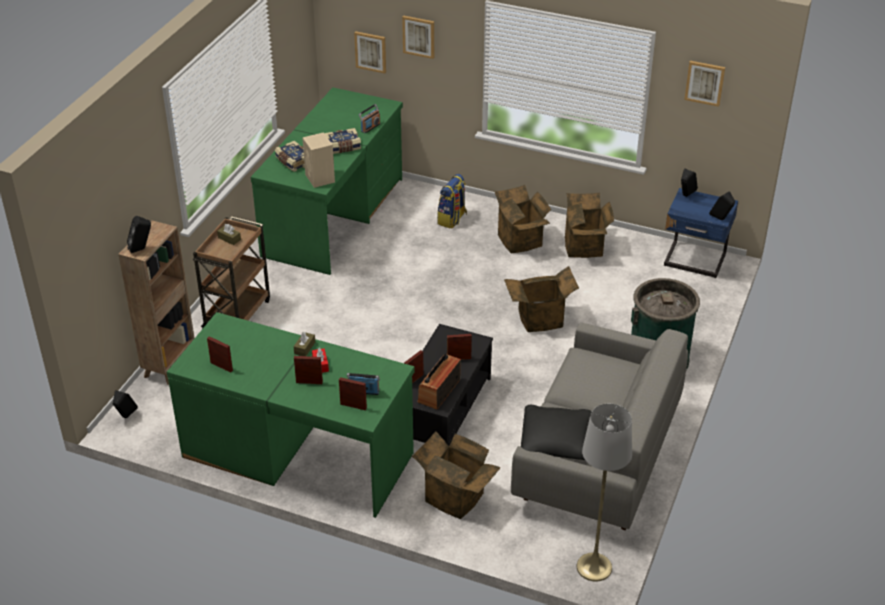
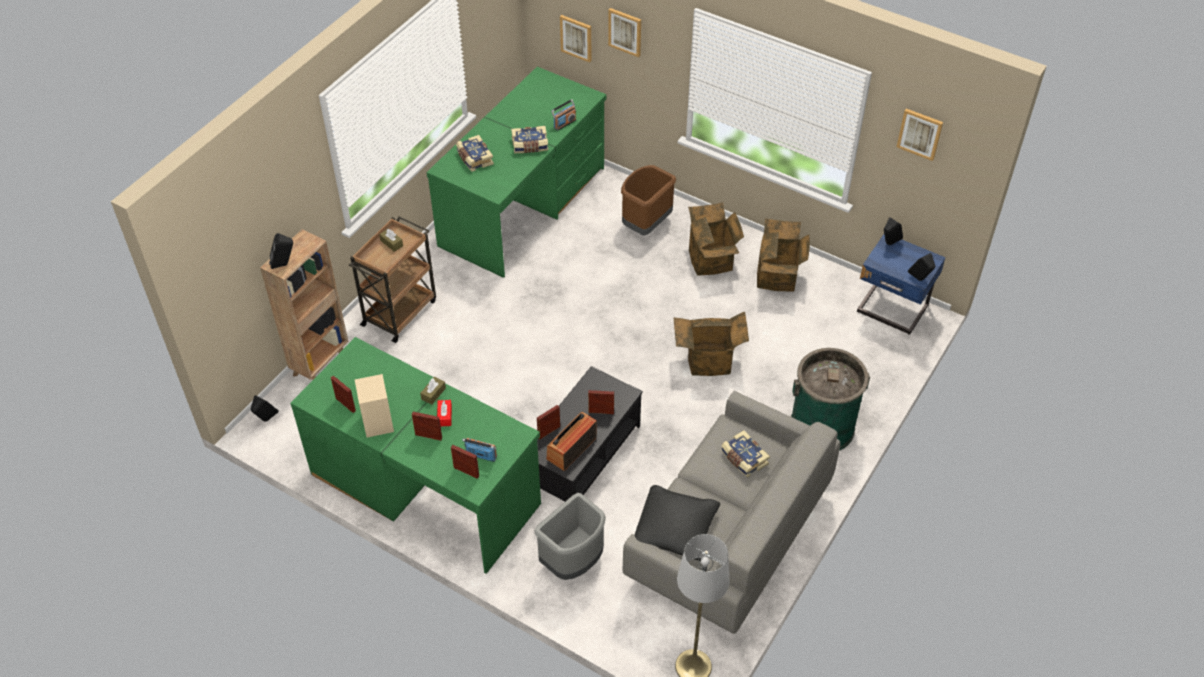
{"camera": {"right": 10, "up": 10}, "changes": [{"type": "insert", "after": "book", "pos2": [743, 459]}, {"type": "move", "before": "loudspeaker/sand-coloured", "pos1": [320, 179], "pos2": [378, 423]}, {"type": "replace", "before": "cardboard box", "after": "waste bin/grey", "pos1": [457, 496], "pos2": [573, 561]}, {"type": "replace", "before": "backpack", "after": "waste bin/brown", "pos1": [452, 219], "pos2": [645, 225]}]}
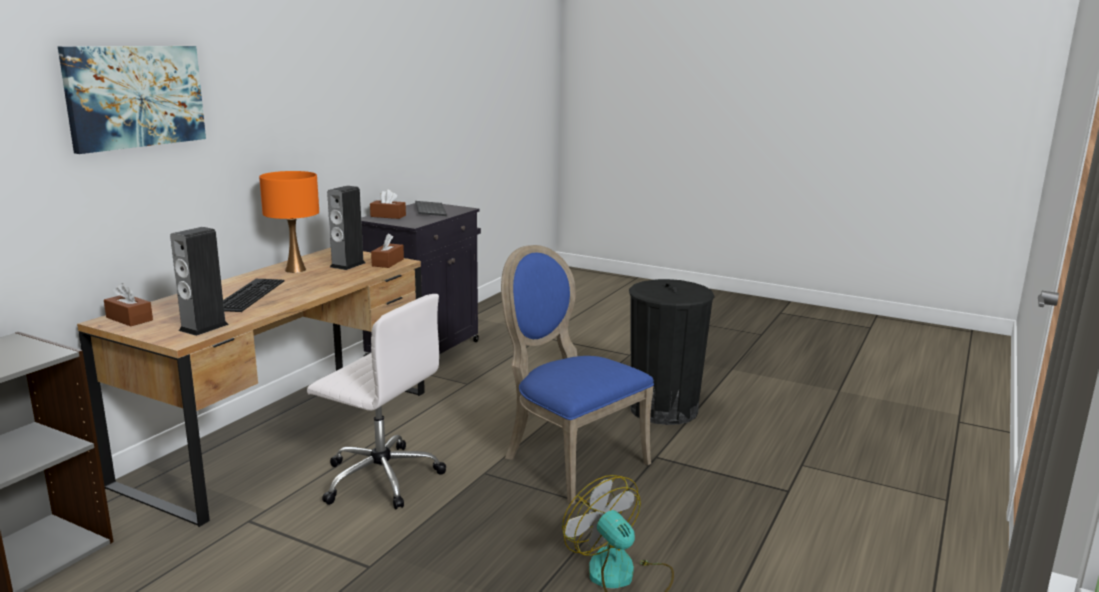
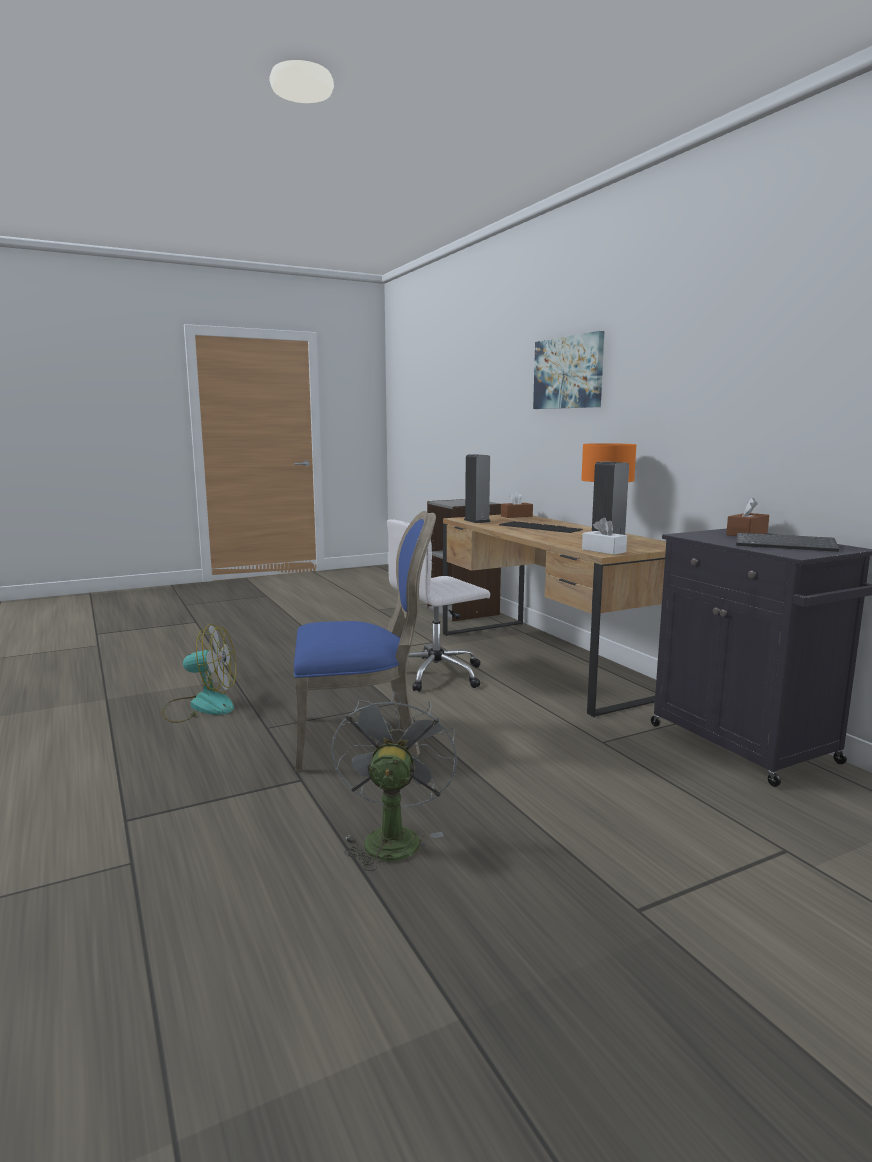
{"camera": {"right": 125, "up": -5}, "changes": [{"type": "replace", "before": "waste bin/blackish", "after": "fan/grey", "pos1": [664, 409], "pos2": [391, 837]}, {"type": "recolor", "before": "box of tissues/brown", "after": "box of tissues/white", "pos1": [388, 262], "pos2": [603, 551]}]}
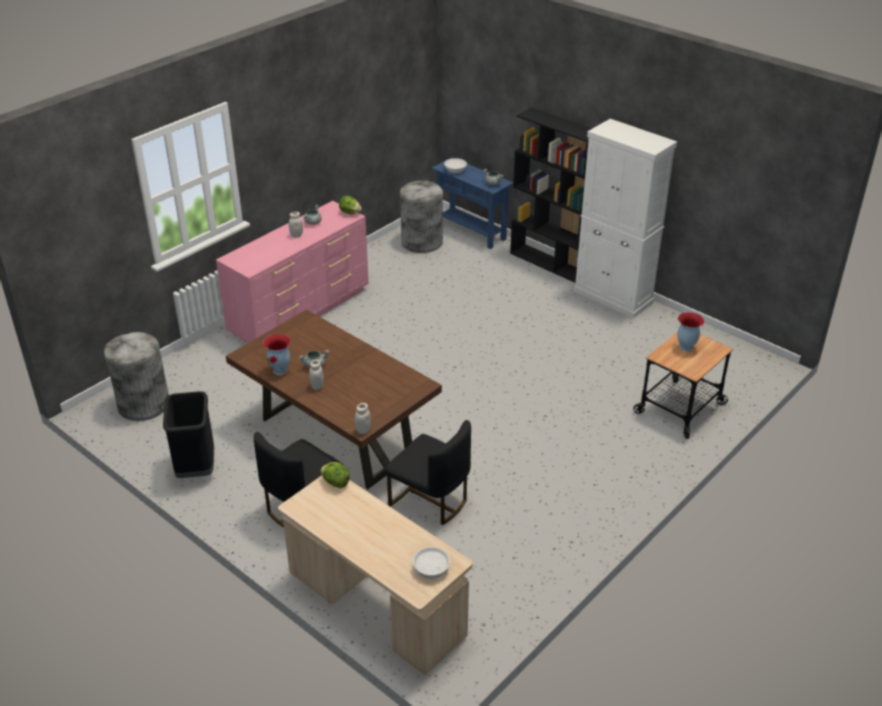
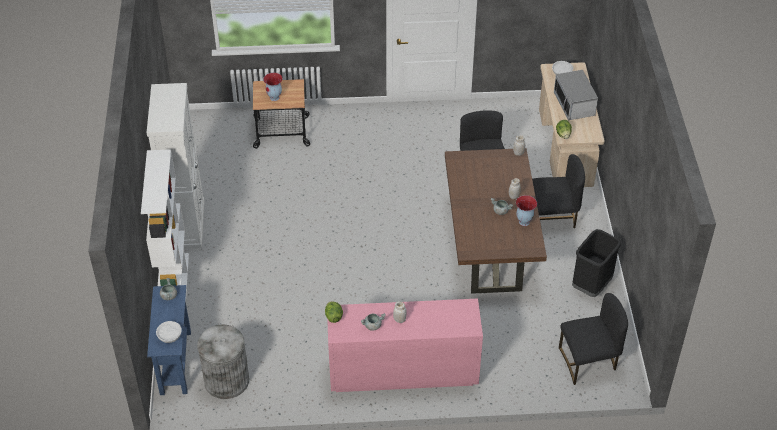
{"camera": {"right": -135, "up": 10}, "changes": [{"type": "insert", "after": "kitchen microwave", "pos2": [574, 105]}, {"type": "replace", "before": "waste bin/grey", "after": "upright chair/blackish", "pos1": [143, 404], "pos2": [588, 362]}, {"type": "recolor", "before": "bookcase/blackish", "after": "bookcase/white", "pos1": [549, 263], "pos2": [175, 284]}]}
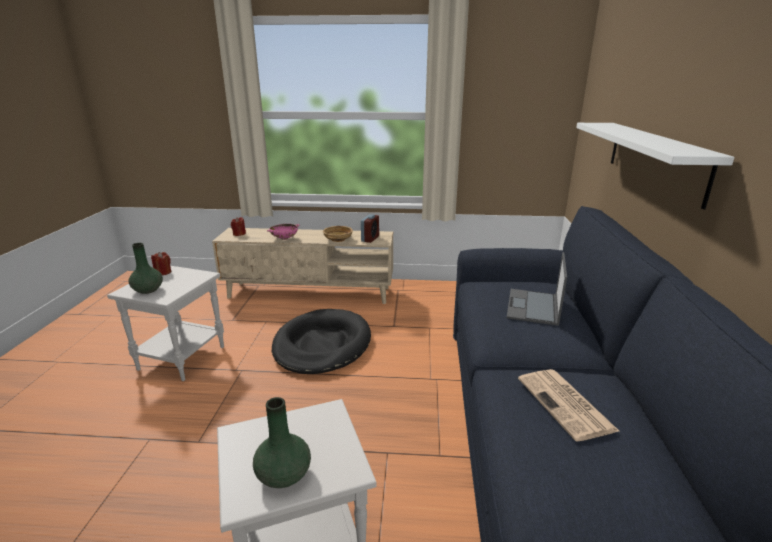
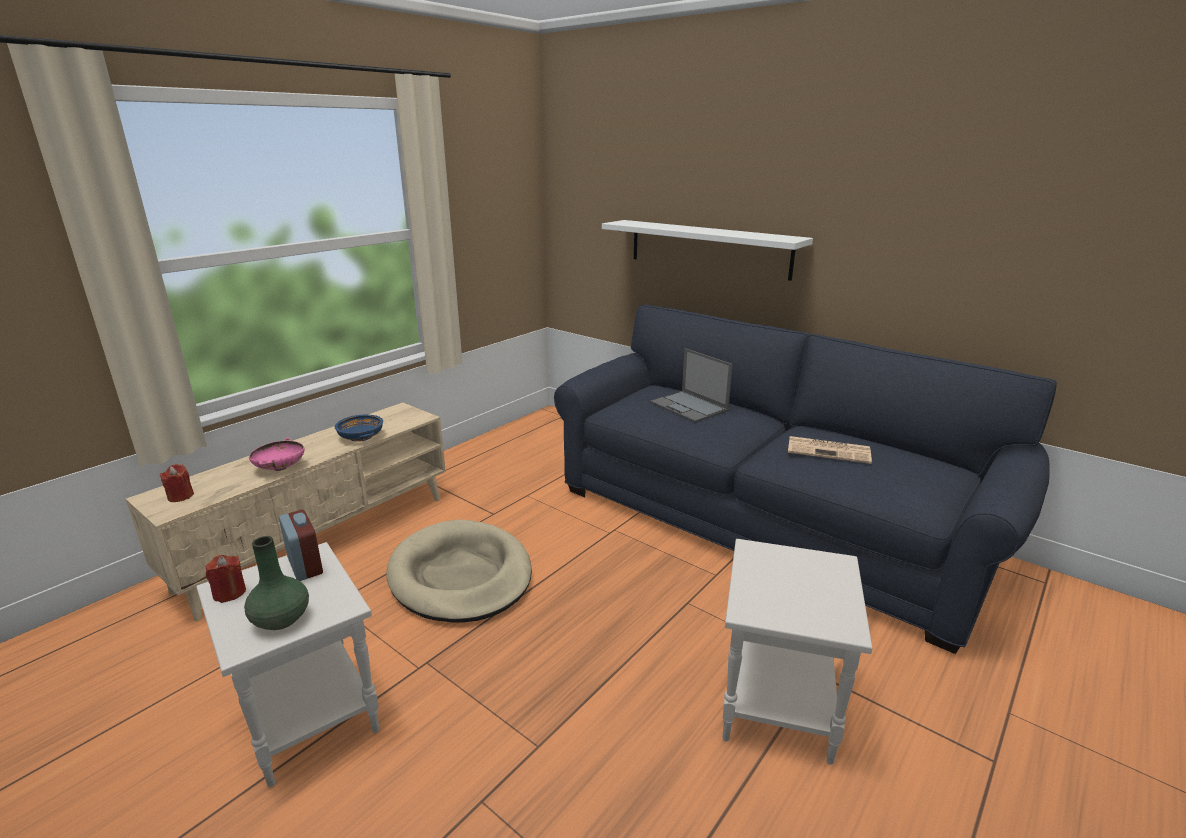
{"camera": {"right": -55, "up": 0}, "changes": [{"type": "delete", "before": "decorative vase/green-coloured", "pos1": [283, 475]}, {"type": "move", "before": "alarm clock", "pos1": [370, 239], "pos2": [305, 566]}, {"type": "recolor", "before": "pet bed/blackish", "after": "pet bed/sand-coloured", "pos1": [322, 345], "pos2": [461, 576]}, {"type": "recolor", "before": "bowl/sand-coloured", "after": "bowl/blue", "pos1": [338, 239], "pos2": [361, 437]}]}
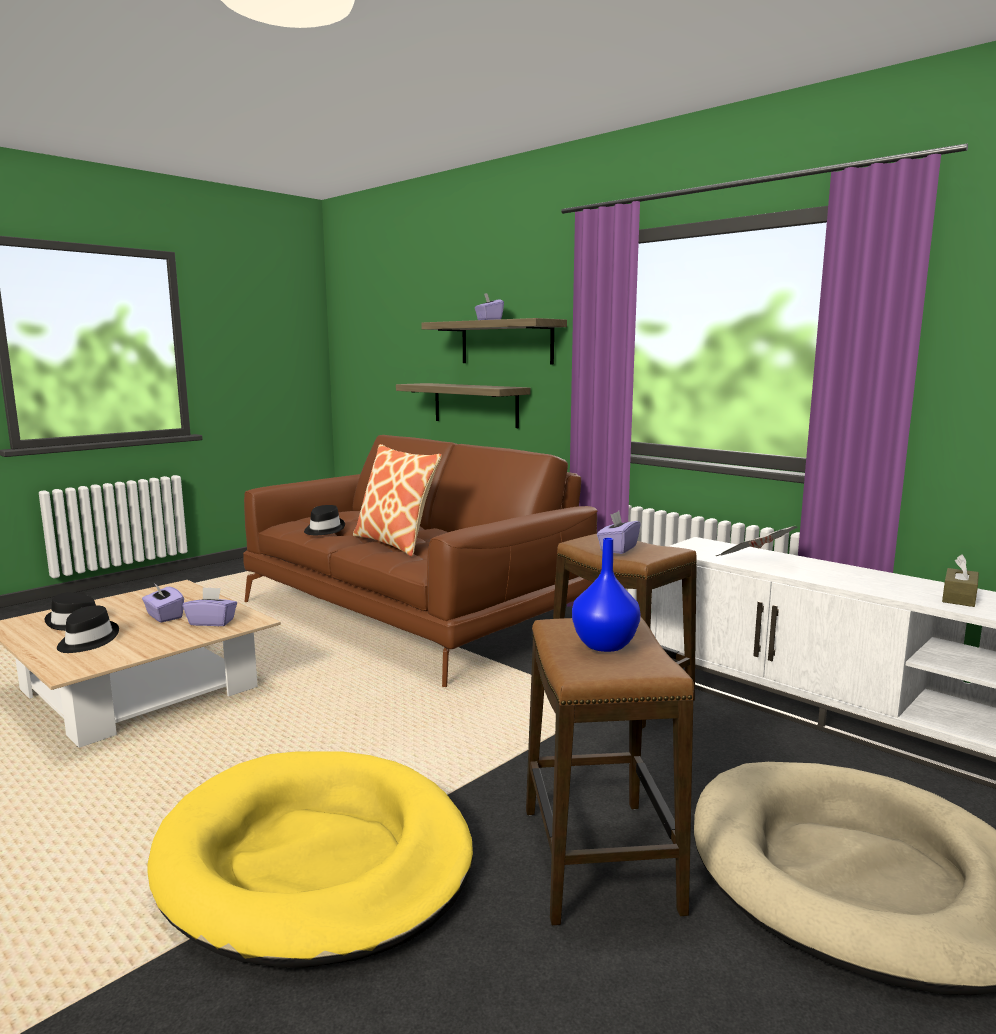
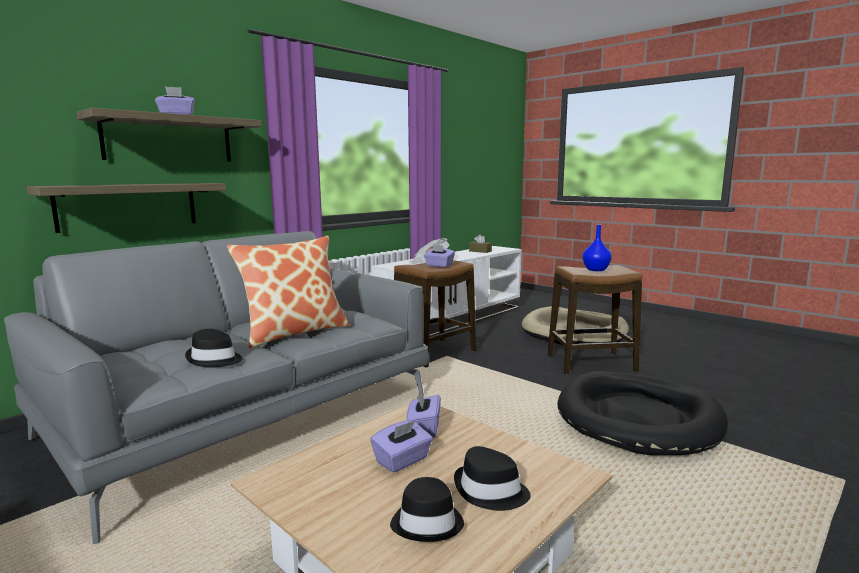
{"camera": {"right": -90, "up": 0}, "changes": [{"type": "recolor", "before": "pet bed/yellow", "after": "pet bed/blackish", "pos1": [315, 860], "pos2": [638, 418]}, {"type": "recolor", "before": "couch/brown", "after": "couch/grey", "pos1": [413, 613], "pos2": [247, 415]}]}
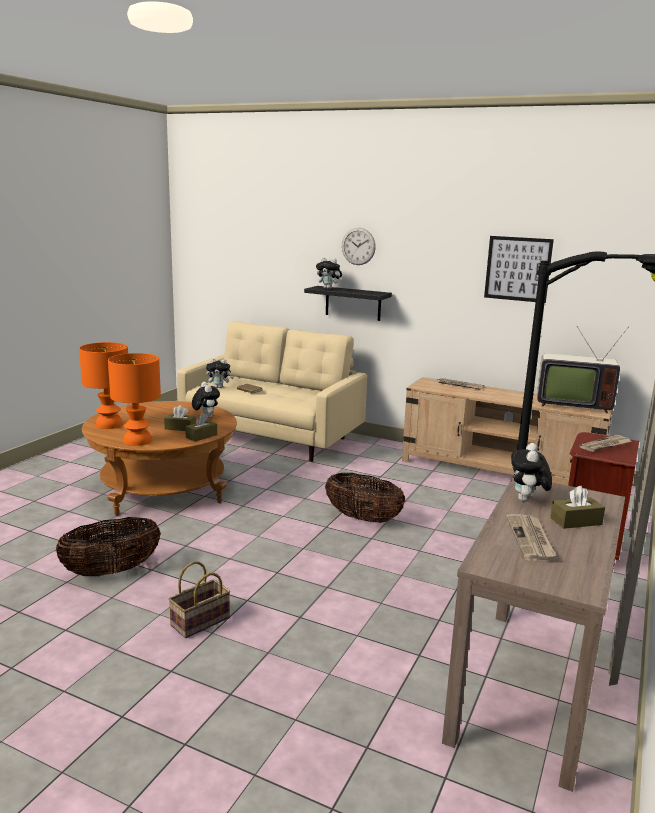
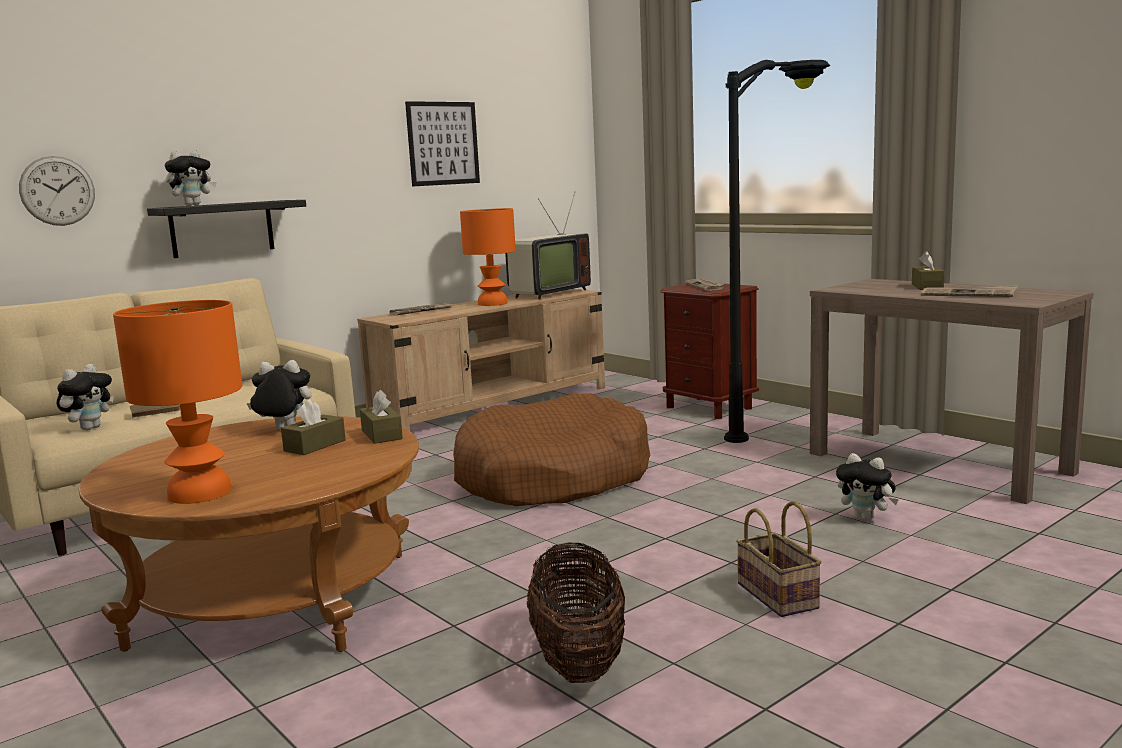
{"camera": {"right": -65, "up": -5}, "changes": [{"type": "move", "before": "table lamp/orangey", "pos1": [138, 440], "pos2": [492, 303]}, {"type": "move", "before": "clock on the wall", "pos1": [358, 246], "pos2": [57, 191]}, {"type": "move", "before": "plush toy", "pos1": [527, 501], "pos2": [866, 518]}, {"type": "replace", "before": "basket", "after": "pet bed/brown", "pos1": [363, 518], "pos2": [552, 477]}]}
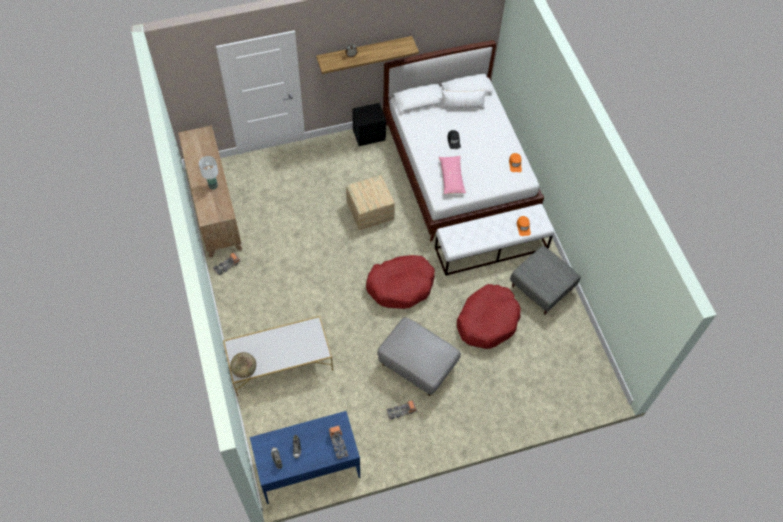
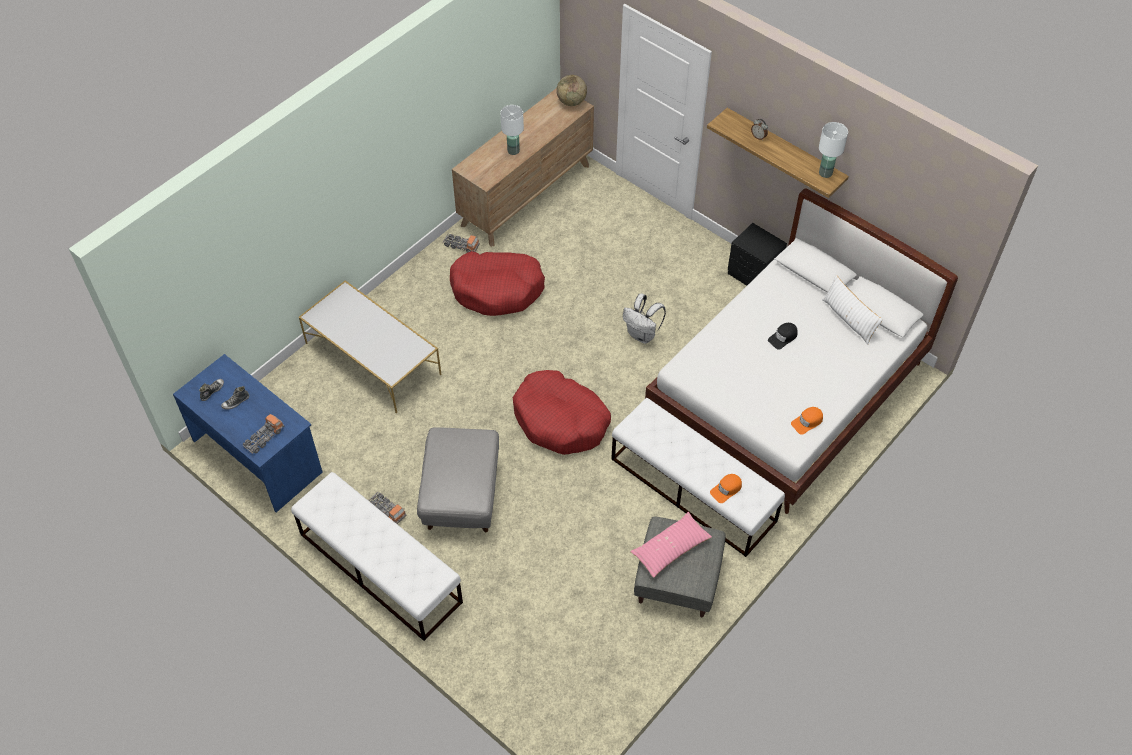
{"camera": {"right": 60, "up": -5}, "changes": [{"type": "insert", "after": "indoor bench/white", "pos2": [379, 567]}, {"type": "insert", "after": "table lamp/white", "pos2": [825, 173]}, {"type": "move", "before": "desk globe", "pos1": [244, 370], "pos2": [571, 102]}, {"type": "move", "before": "throw pillow/pink", "pos1": [451, 178], "pos2": [670, 548]}, {"type": "move", "before": "pet bed/reddish", "pos1": [487, 320], "pos2": [497, 289]}, {"type": "replace", "before": "ottoman", "after": "backpack/white", "pos1": [370, 211], "pos2": [642, 335]}]}
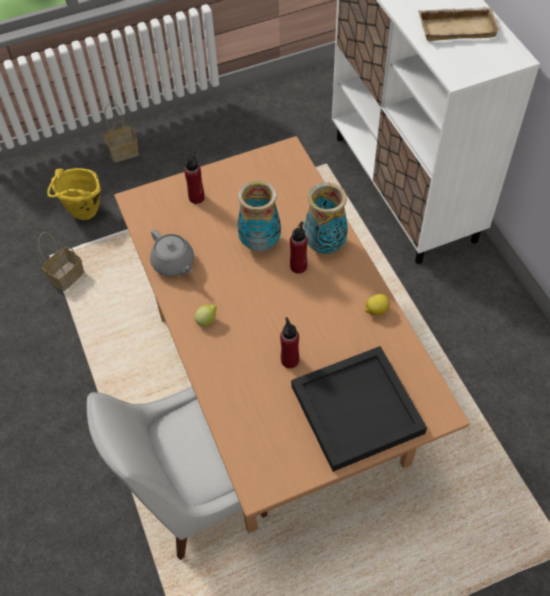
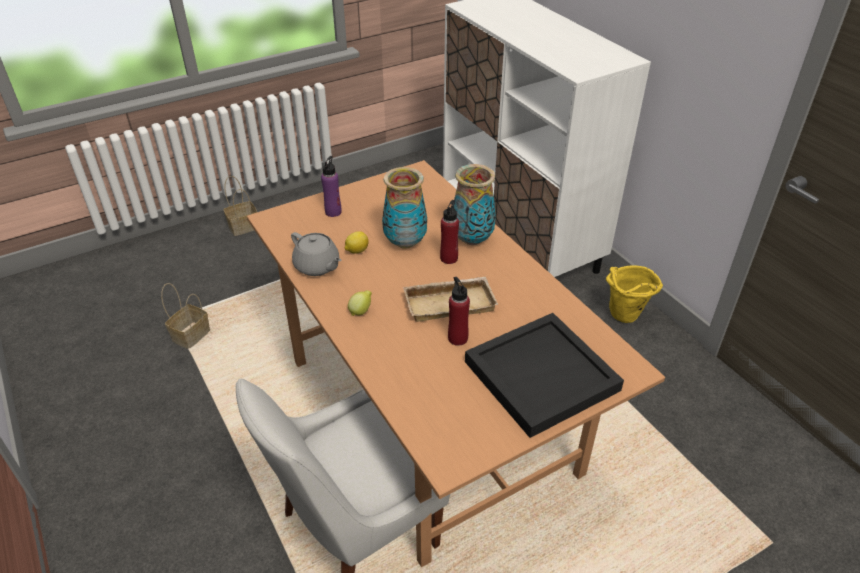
{"camera": {"right": -10, "up": -15}, "changes": [{"type": "move", "before": "bucket/yellow", "pos1": [83, 215], "pos2": [624, 318]}, {"type": "move", "before": "lemon", "pos1": [376, 310], "pos2": [356, 250]}, {"type": "move", "before": "serving tray/sand-coloured", "pos1": [457, 27], "pos2": [450, 302]}, {"type": "recolor", "before": "drink bottle/reddish", "after": "drink bottle/purplish", "pos1": [196, 197], "pos2": [333, 212]}]}
